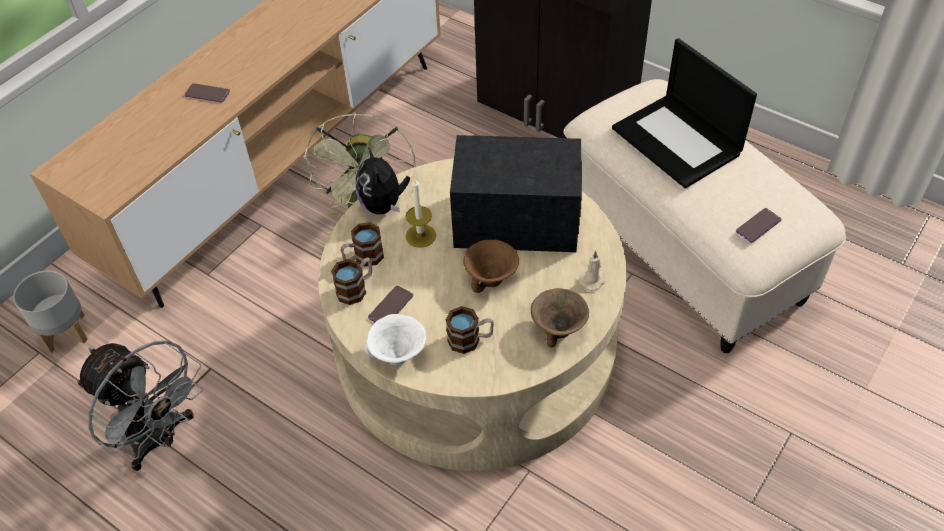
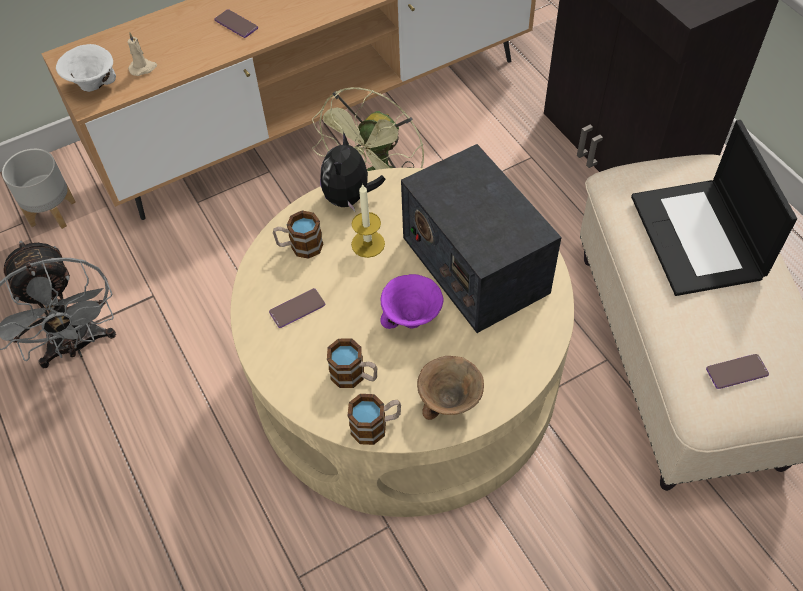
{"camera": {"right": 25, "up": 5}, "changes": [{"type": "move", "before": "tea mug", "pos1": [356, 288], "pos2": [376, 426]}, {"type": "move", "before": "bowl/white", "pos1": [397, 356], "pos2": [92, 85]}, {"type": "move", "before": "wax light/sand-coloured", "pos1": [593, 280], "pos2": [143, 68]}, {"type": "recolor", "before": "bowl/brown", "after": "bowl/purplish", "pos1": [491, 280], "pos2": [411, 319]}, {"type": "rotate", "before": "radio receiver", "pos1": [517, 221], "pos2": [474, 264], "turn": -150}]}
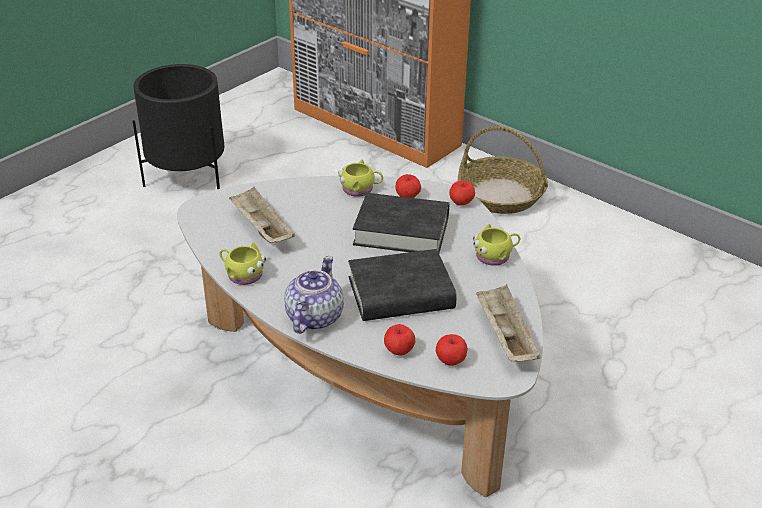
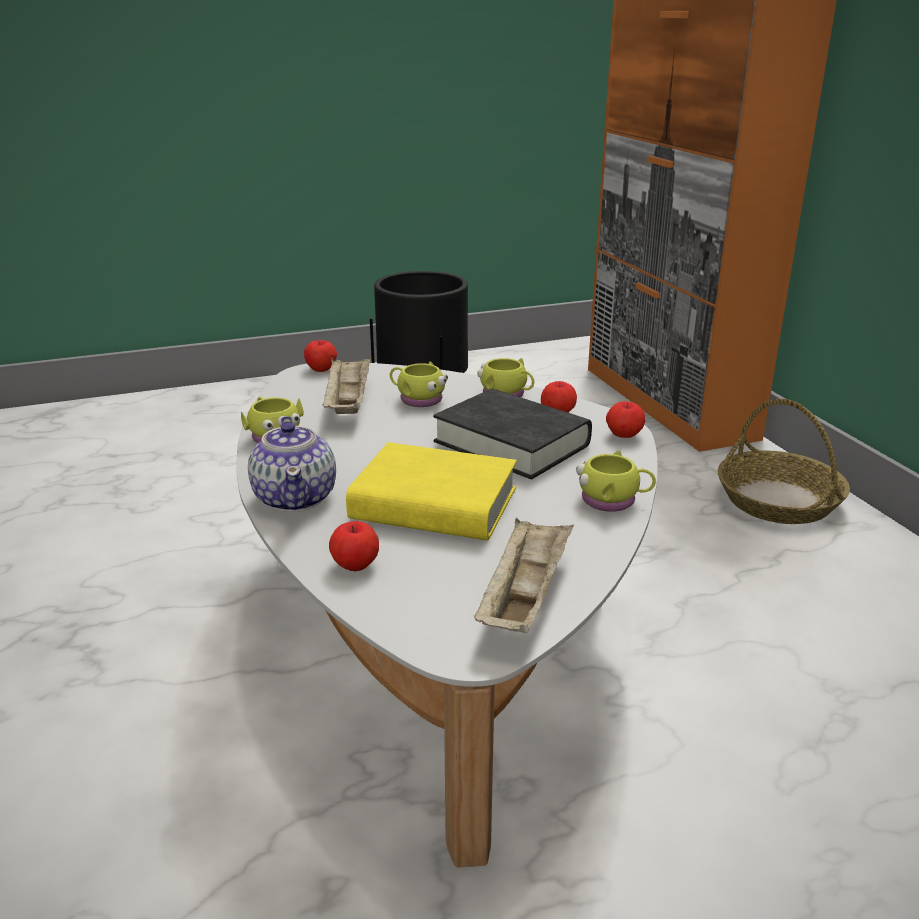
{"camera": {"right": 30, "up": -10}, "changes": [{"type": "insert", "after": "tea mug/yellow", "pos2": [417, 399]}, {"type": "move", "before": "apple fruit", "pos1": [451, 360], "pos2": [321, 369]}, {"type": "recolor", "before": "book/blackish", "after": "book/yellow", "pos1": [401, 294], "pos2": [434, 505]}, {"type": "rotate", "before": "pot for tea", "pos1": [313, 318], "pos2": [296, 497], "turn": 120}]}
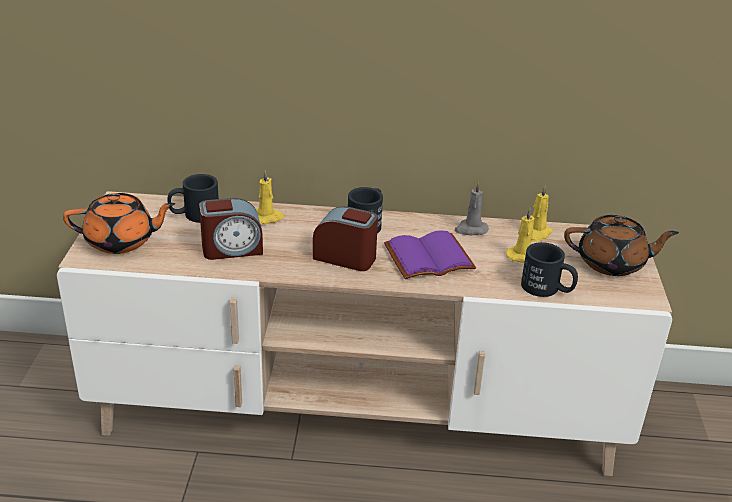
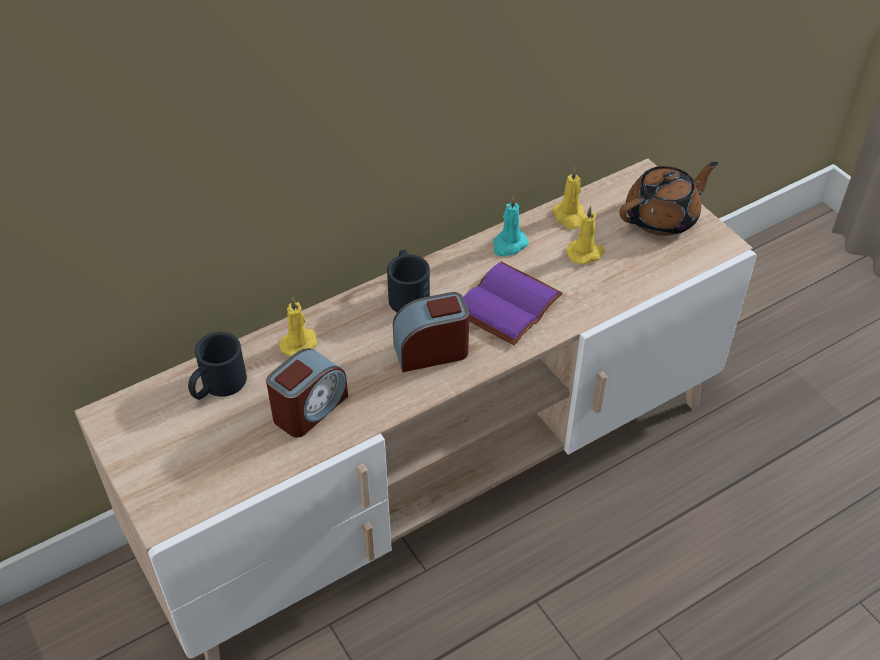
{"camera": {"right": -35, "up": 15}, "changes": [{"type": "delete", "before": "pot for tea/orangey", "pos1": [121, 241]}, {"type": "delete", "before": "tea mug/blackish", "pos1": [547, 289]}, {"type": "recolor", "before": "wax light/grey", "after": "wax light/turquoise", "pos1": [470, 229], "pos2": [509, 245]}]}
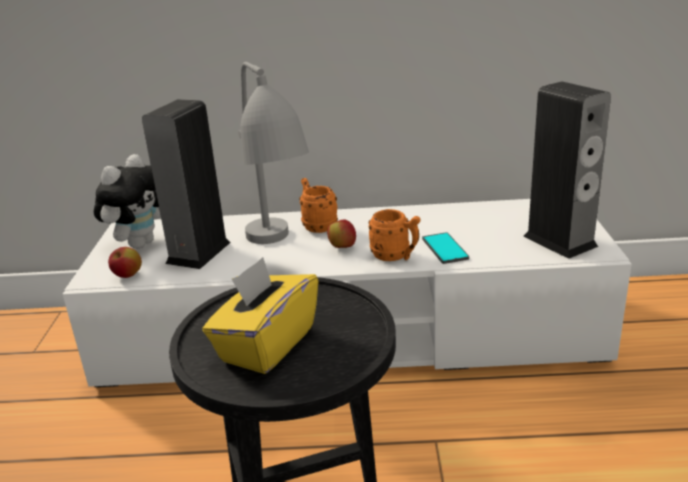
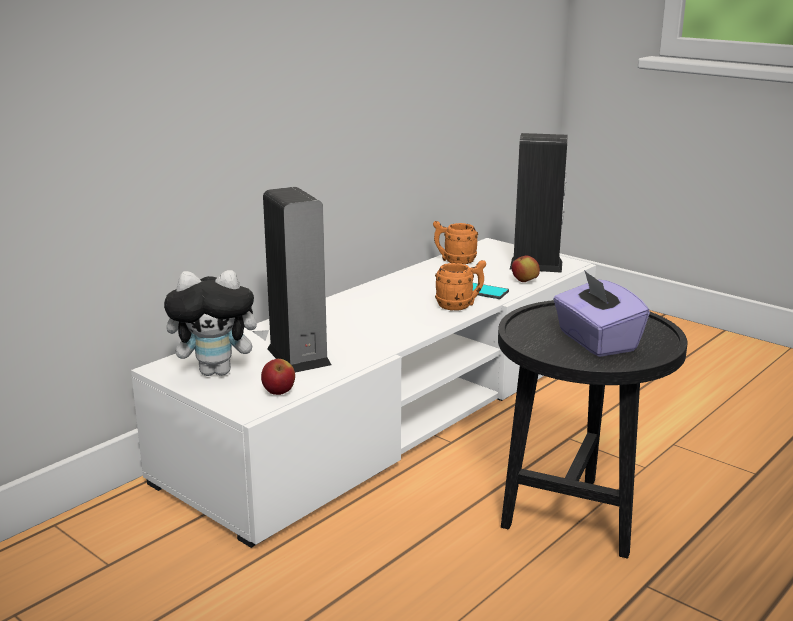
{"camera": {"right": -50, "up": -5}, "changes": [{"type": "delete", "before": "table lamp/grey", "pos1": [279, 254]}, {"type": "move", "before": "tea mug/orangey", "pos1": [317, 225], "pos2": [454, 261]}, {"type": "move", "before": "apple fruit", "pos1": [342, 247], "pos2": [525, 281]}, {"type": "recolor", "before": "box of tissues/yellow", "after": "box of tissues/purplish", "pos1": [266, 344], "pos2": [596, 341]}, {"type": "rotate", "before": "plush toy", "pos1": [140, 243], "pos2": [218, 371], "turn": 105}]}
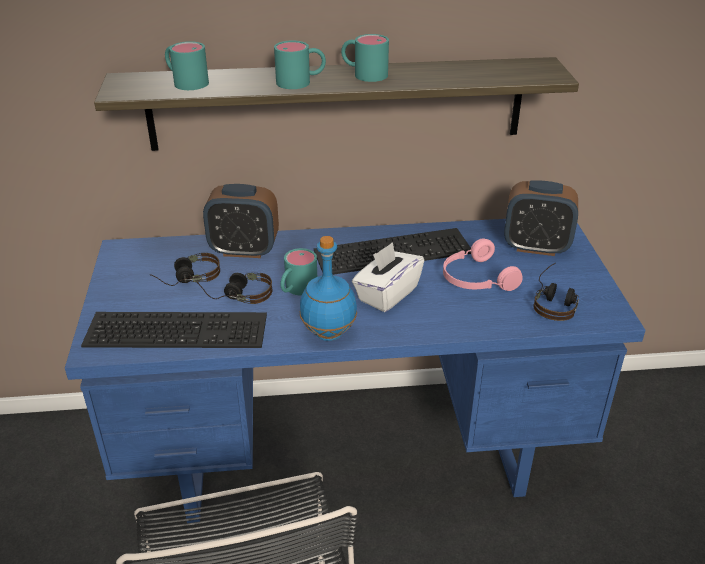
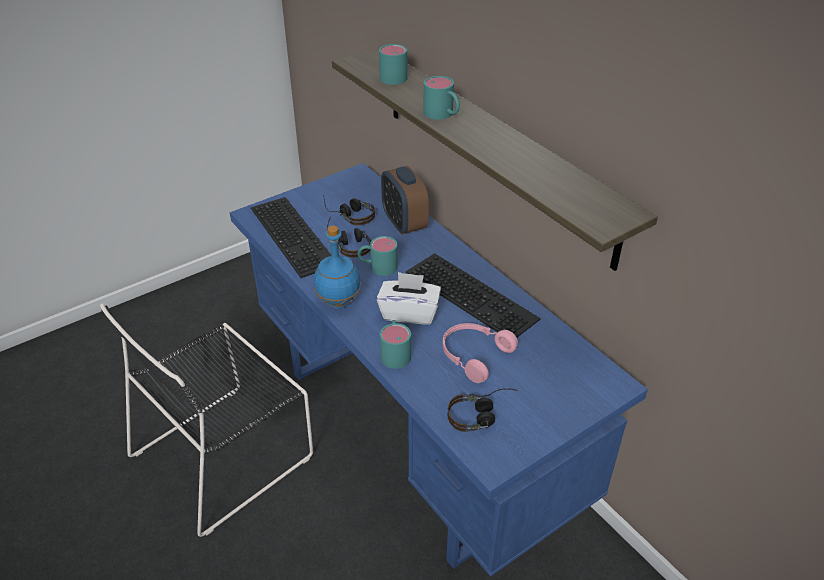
{"camera": {"right": 60, "up": 5}, "changes": [{"type": "delete", "before": "alarm clock", "pos1": [536, 247]}, {"type": "move", "before": "tea mug/turquoise", "pos1": [363, 74], "pos2": [395, 352]}]}
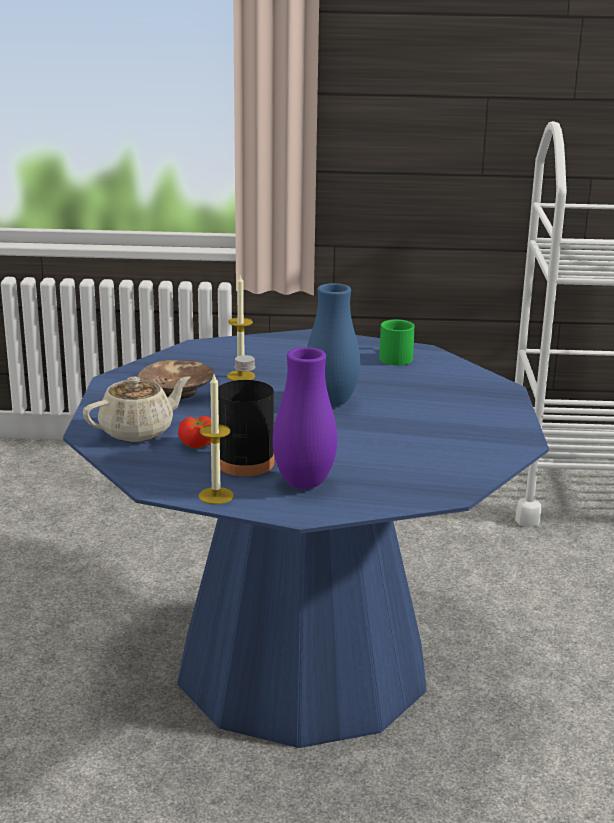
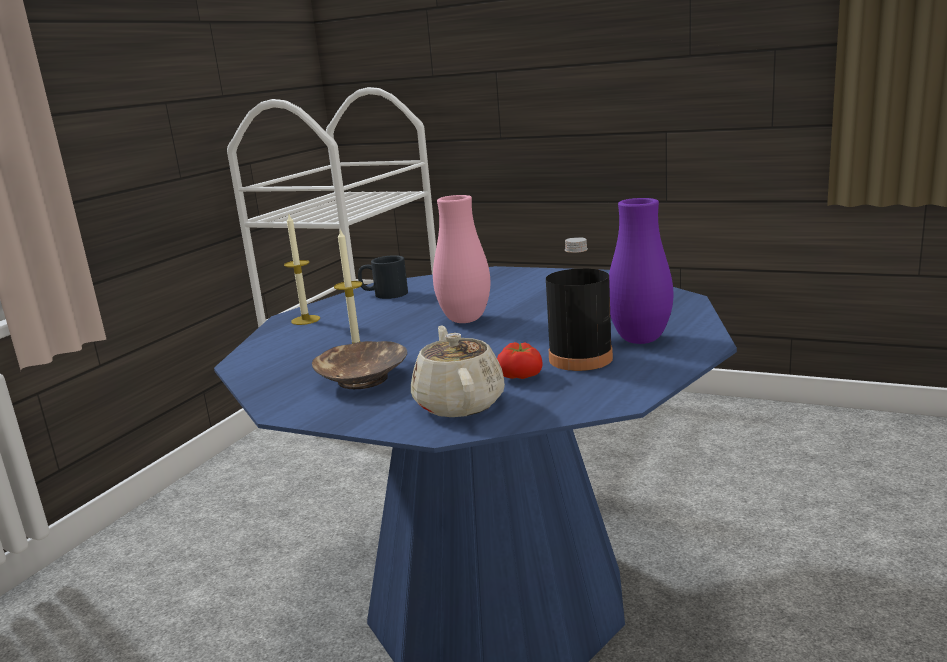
{"camera": {"right": -65, "up": -5}, "changes": [{"type": "move", "before": "wax light", "pos1": [216, 496], "pos2": [305, 320]}, {"type": "recolor", "before": "decorative vase/blue", "after": "decorative vase/pink", "pos1": [331, 402], "pos2": [465, 320]}, {"type": "recolor", "before": "tea mug/green-coloured", "after": "tea mug/blackish", "pos1": [393, 356], "pos2": [384, 294]}]}
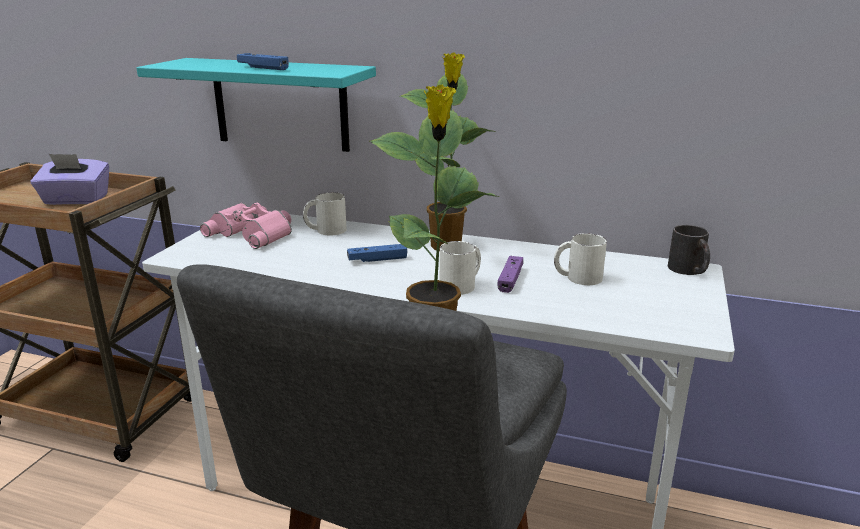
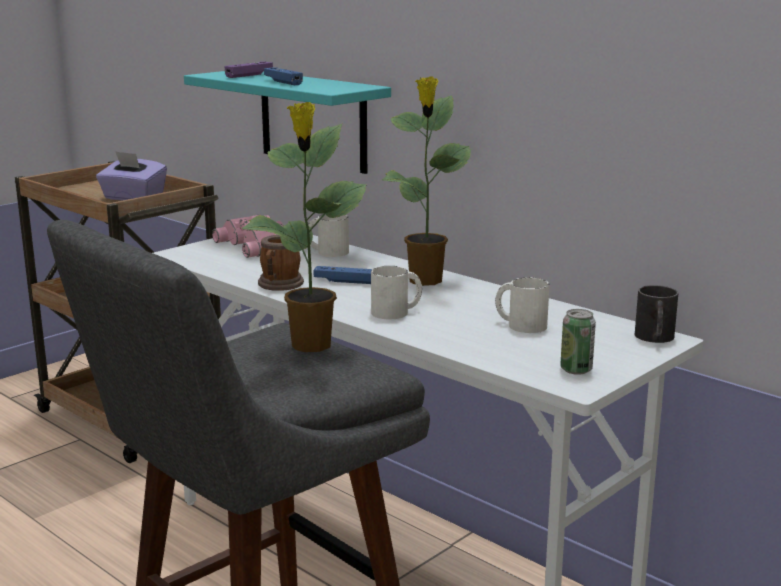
{"camera": {"right": 25, "up": -5}, "changes": [{"type": "insert", "after": "tea mug", "pos2": [279, 285]}, {"type": "insert", "after": "metal can", "pos2": [576, 369]}, {"type": "move", "before": "game controller/purplish", "pos1": [510, 280], "pos2": [249, 75]}]}
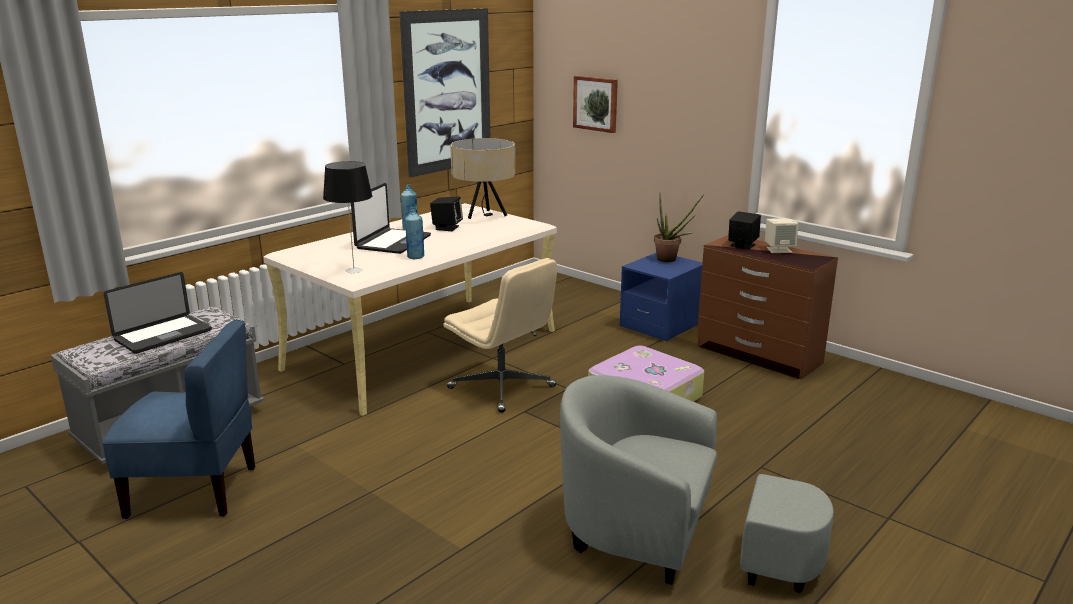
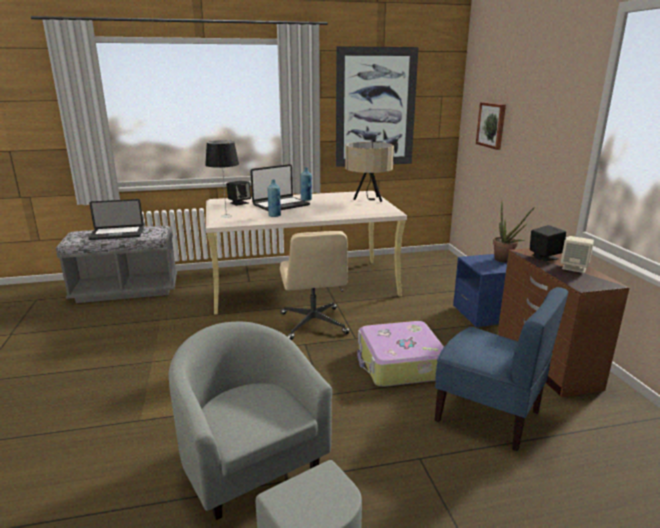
{"camera": {"right": 35, "up": 0}, "changes": [{"type": "move", "before": "upright chair/blue", "pos1": [194, 491], "pos2": [488, 415]}, {"type": "move", "before": "loudspeaker/blackish", "pos1": [447, 228], "pos2": [239, 203]}]}
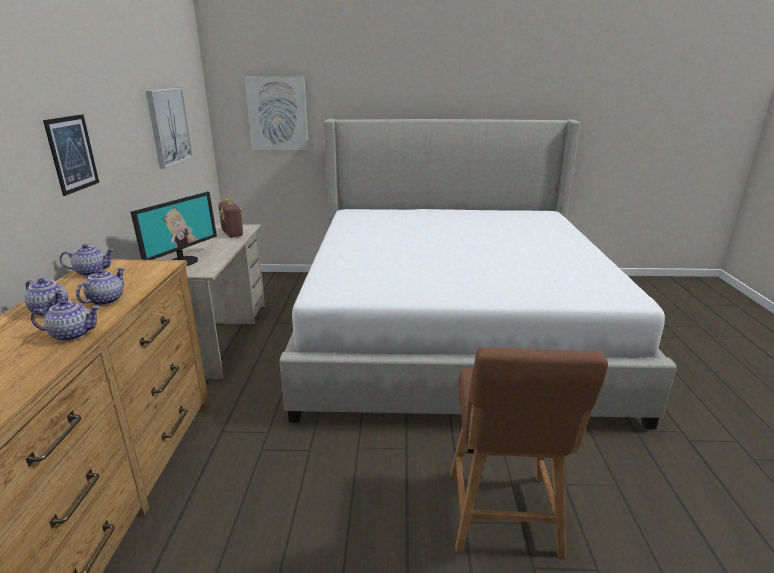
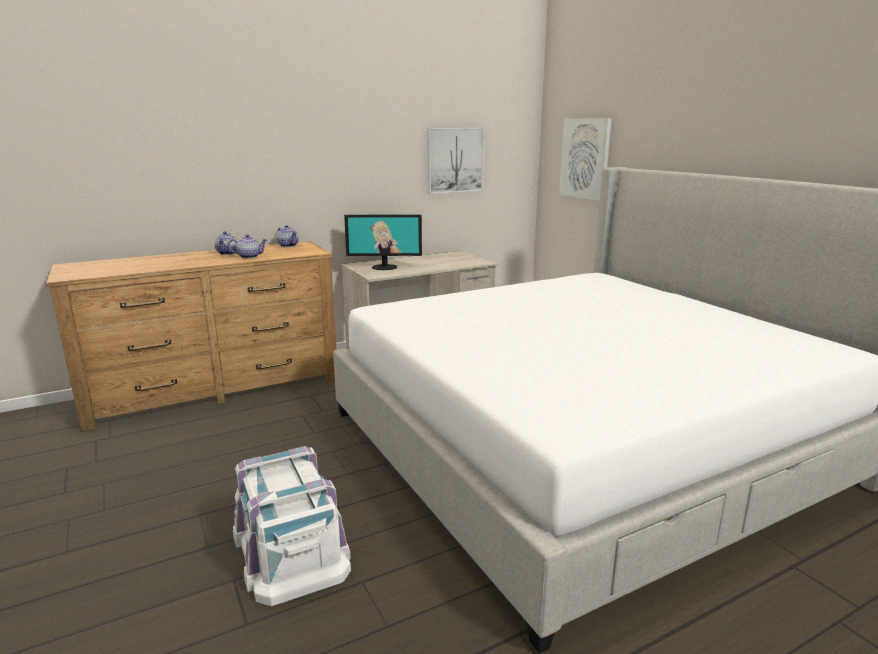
{"camera": {"right": 60, "up": -5}, "changes": [{"type": "delete", "before": "pot for tea", "pos1": [72, 334]}, {"type": "delete", "before": "wall picture", "pos1": [72, 154]}, {"type": "delete", "before": "radio receiver", "pos1": [233, 234]}, {"type": "replace", "before": "upright chair/brown", "after": "storage box/white", "pos1": [503, 517], "pos2": [289, 548]}]}
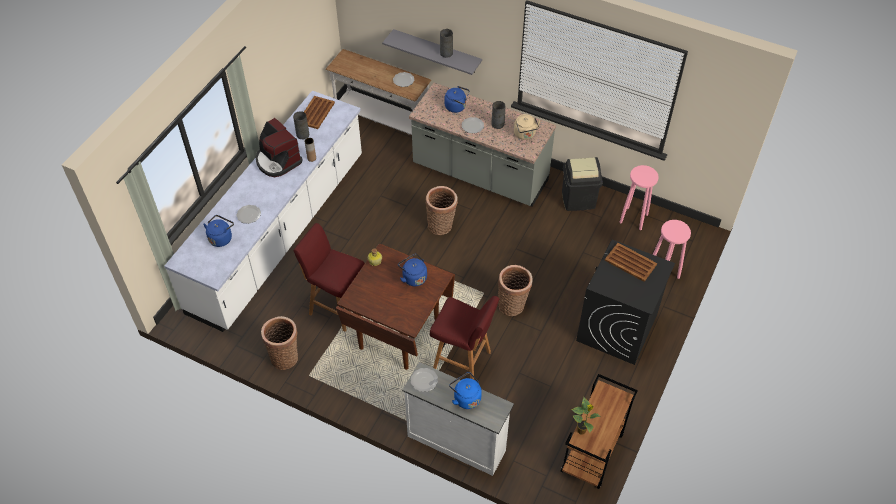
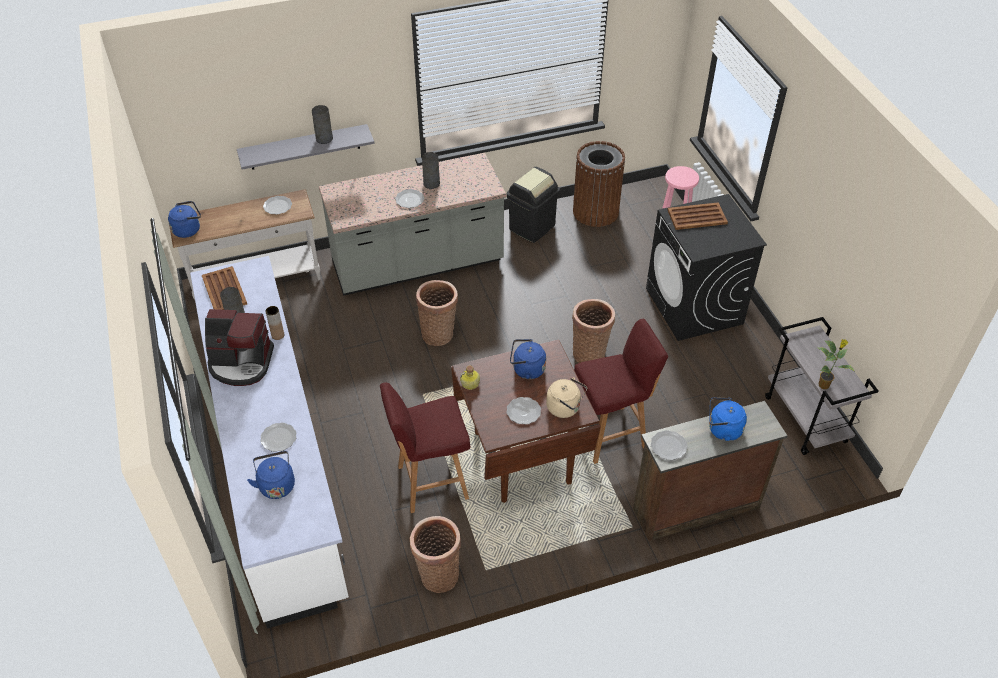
{"camera": {"right": -45, "up": -5}, "changes": [{"type": "insert", "after": "dinner plate", "pos2": [524, 411]}, {"type": "move", "before": "tea kettle/blue", "pos1": [457, 107], "pos2": [188, 229]}, {"type": "move", "before": "tea kettle/sand-coloured", "pos1": [525, 135], "pos2": [565, 408]}, {"type": "replace", "before": "stool/pink", "after": "waste bin/brown", "pos1": [634, 218], "pos2": [595, 211]}, {"type": "recolor", "before": "drawer chest/white", "after": "drawer chest/brown", "pos1": [456, 441], "pos2": [694, 507]}, {"type": "recolor", "before": "cart/brown", "after": "cart/grey", "pos1": [592, 454], "pos2": [806, 420]}]}
